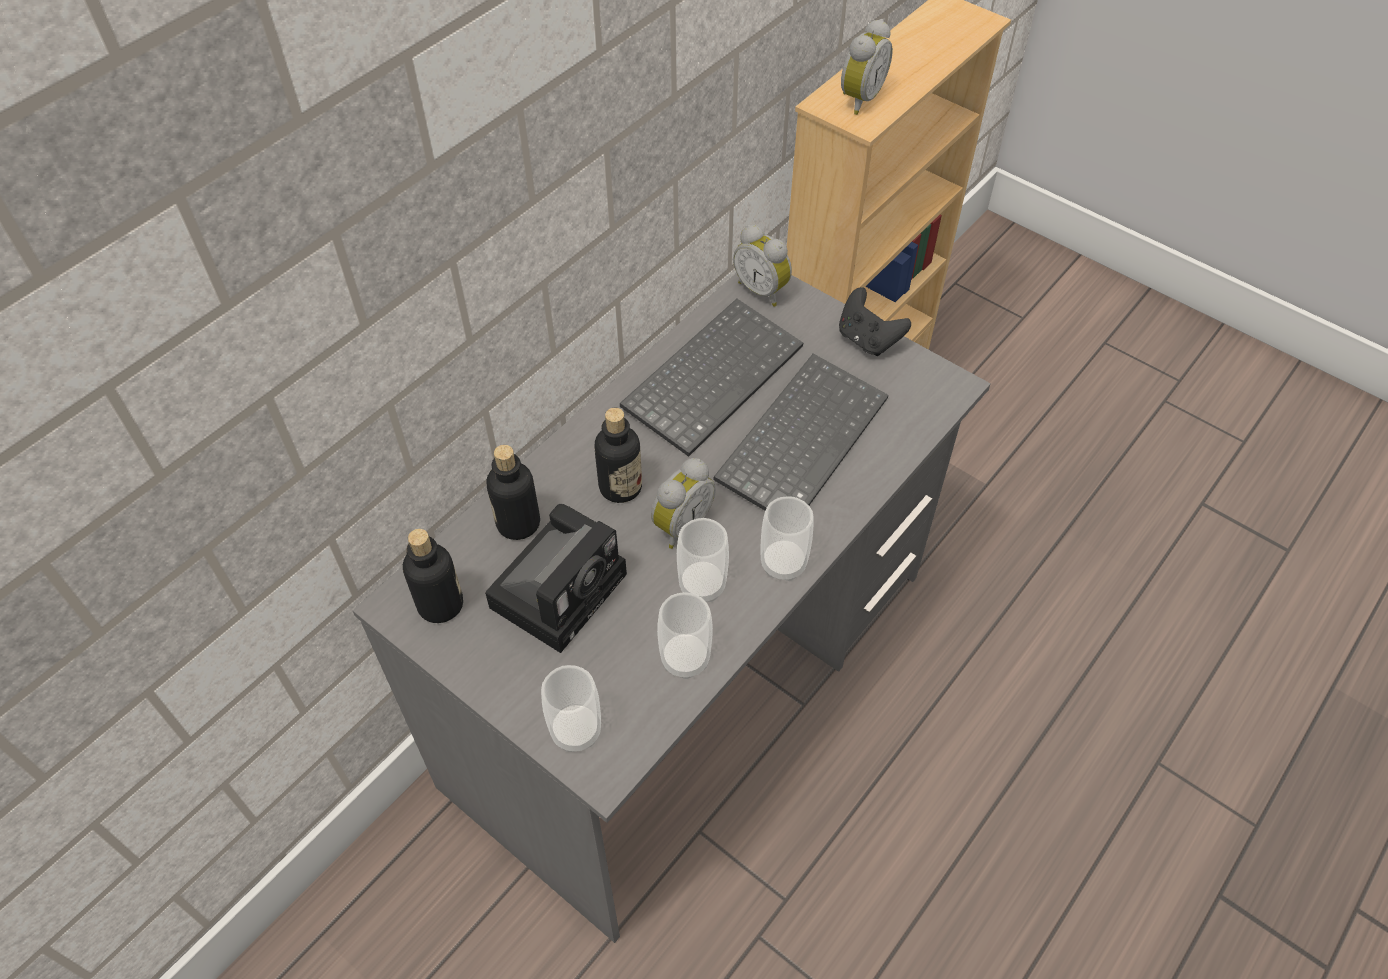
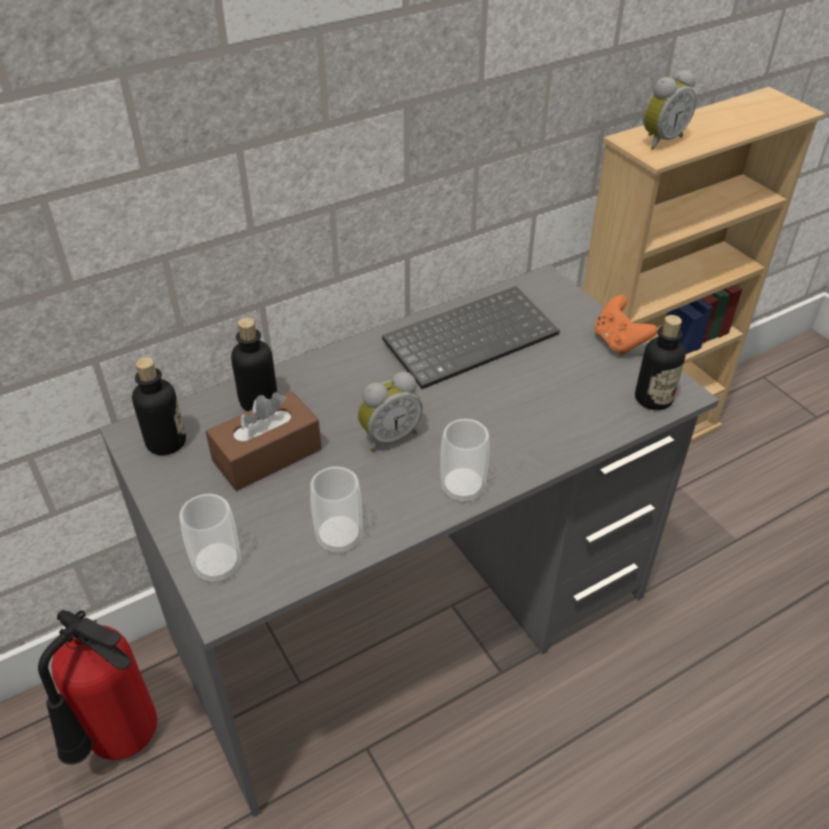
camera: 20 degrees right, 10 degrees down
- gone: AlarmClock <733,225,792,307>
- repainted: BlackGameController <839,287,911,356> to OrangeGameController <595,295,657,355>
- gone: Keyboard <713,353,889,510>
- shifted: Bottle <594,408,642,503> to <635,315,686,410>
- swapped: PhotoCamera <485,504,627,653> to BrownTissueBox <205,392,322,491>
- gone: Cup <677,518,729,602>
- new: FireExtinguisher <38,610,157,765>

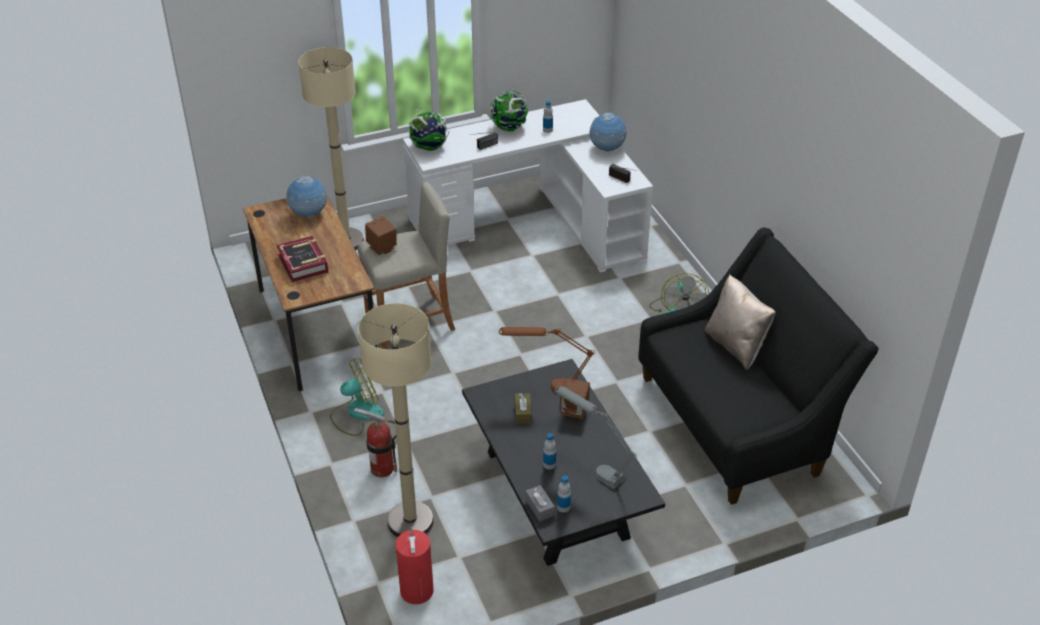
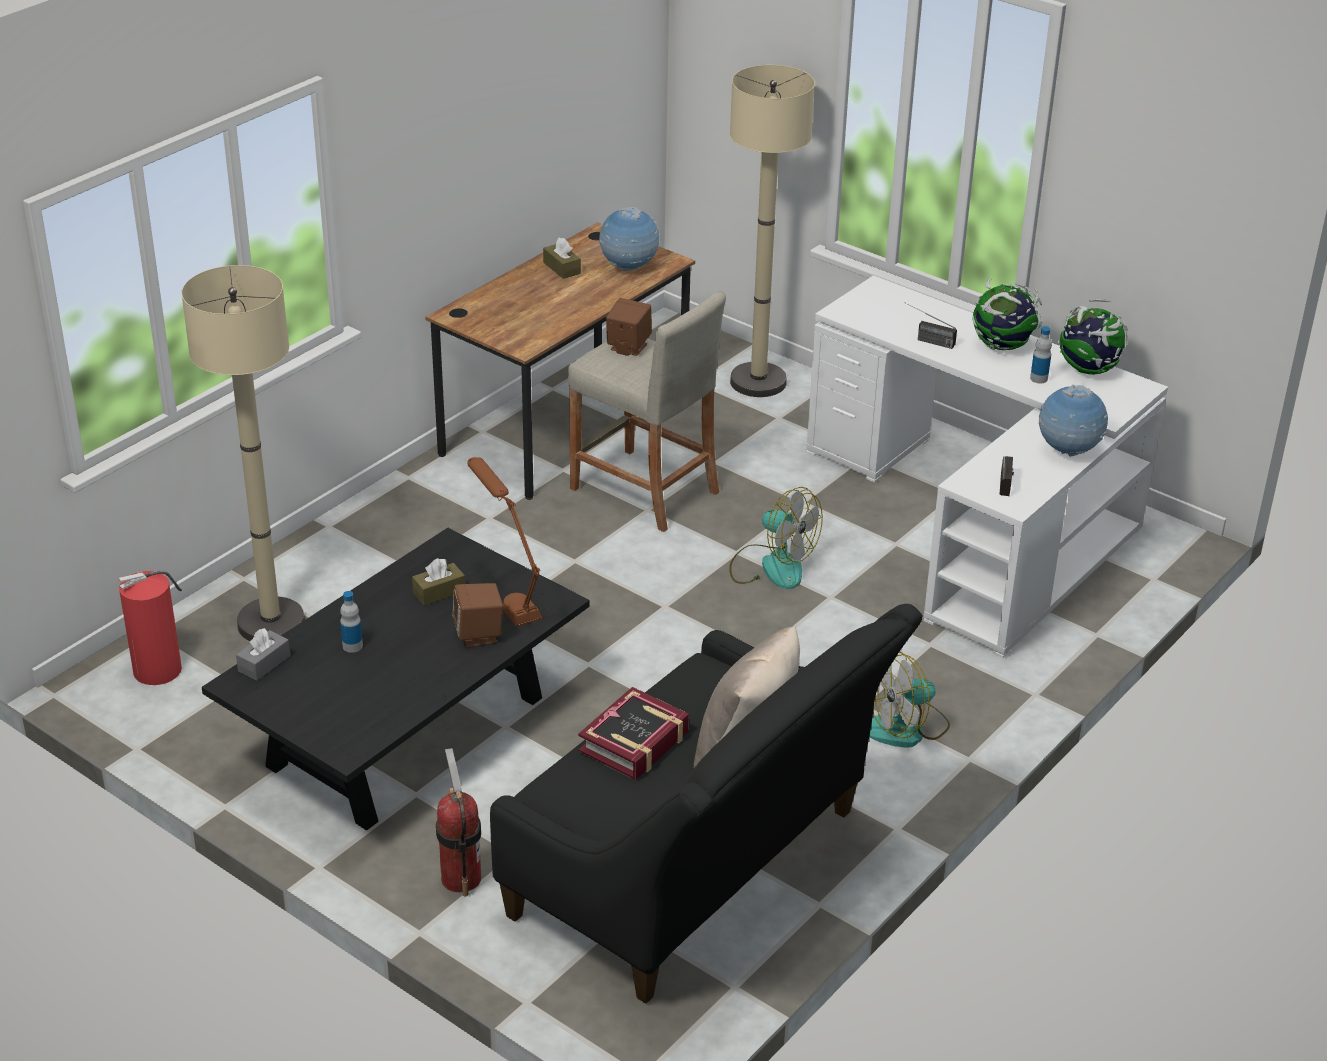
camera: 60 degrees right, 5 degrees down
- shifted: Globe <408,107,449,151> to <1058,299,1127,375>
- shifted: Book <276,236,328,282> to <578,687,689,780>
- shifted: Fan <330,358,384,436> to <729,487,823,589>
- gone: GreyTableLamp <555,386,637,490>
- shifted: FireExtinguisher <354,408,397,477> to <436,748,481,897>
- gone: Bottle <557,476,571,513>
- new: BrownTissueBox <543,238,581,279>

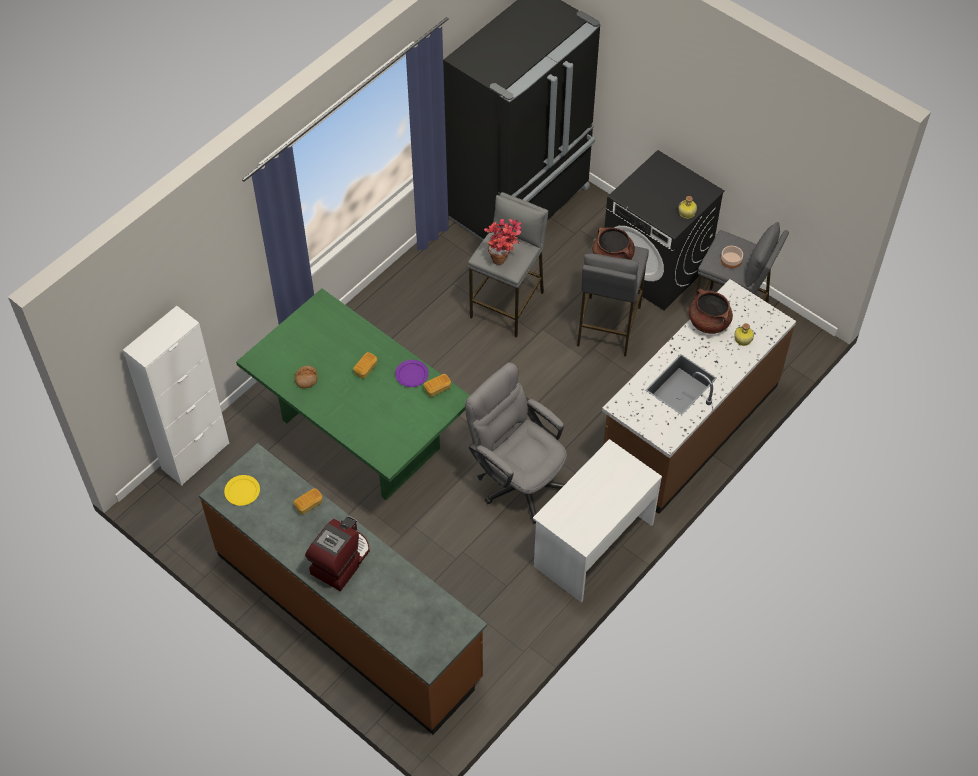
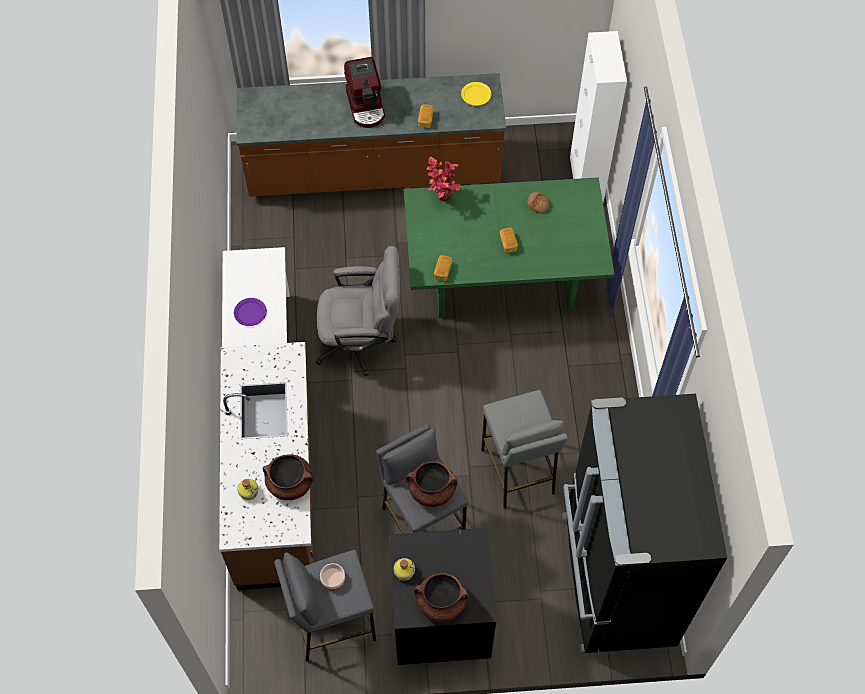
camera: 135 degrees right, 5 degrees up
- shifted: PottedPlant <484,219,521,265> to <426,157,460,201>
- shifted: PurplePlate <395,360,429,387> to <234,298,267,326>
- new: BrownCookingPot <414,573,469,622>

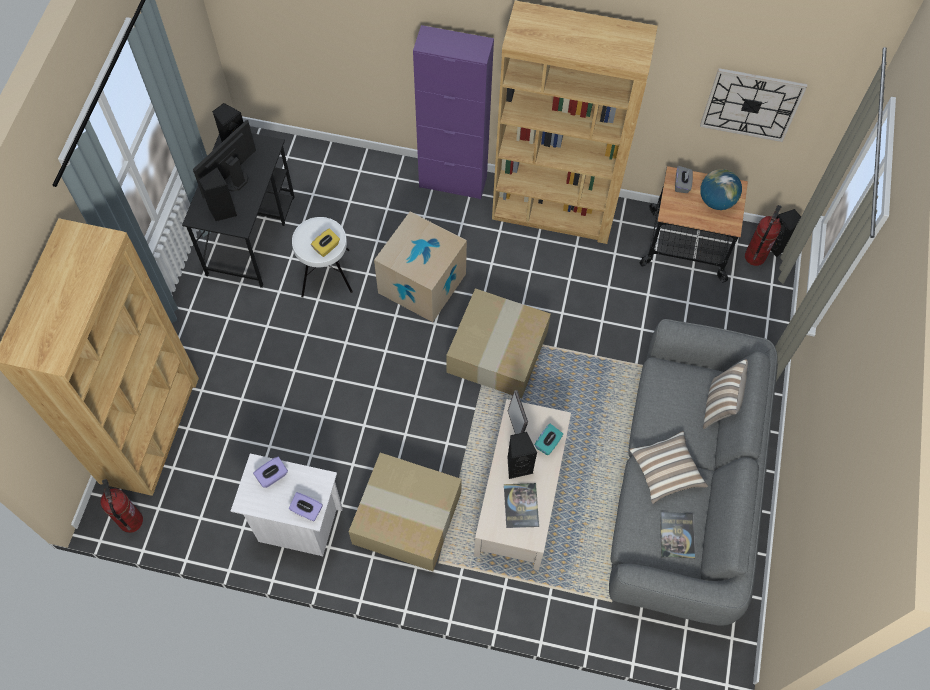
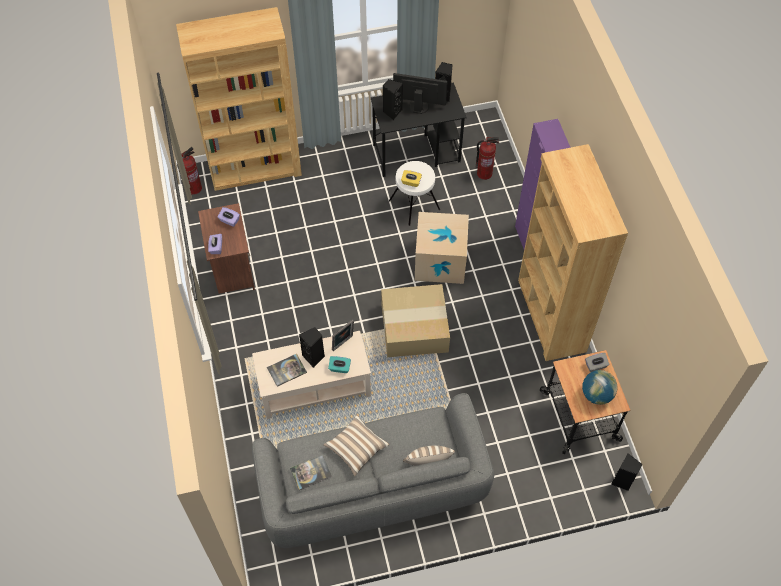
camera: 65 degrees right, 5 degrees down
- gone: WallClock <700,68,807,142>
- shifted: FireExtinguisher <745,205,781,266> to <476,137,499,180>
- repainted: WhiteNightstand <231,453,343,556> to BrownNightstand <198,203,255,294>
- gone: CardboardBox <348,453,462,571>

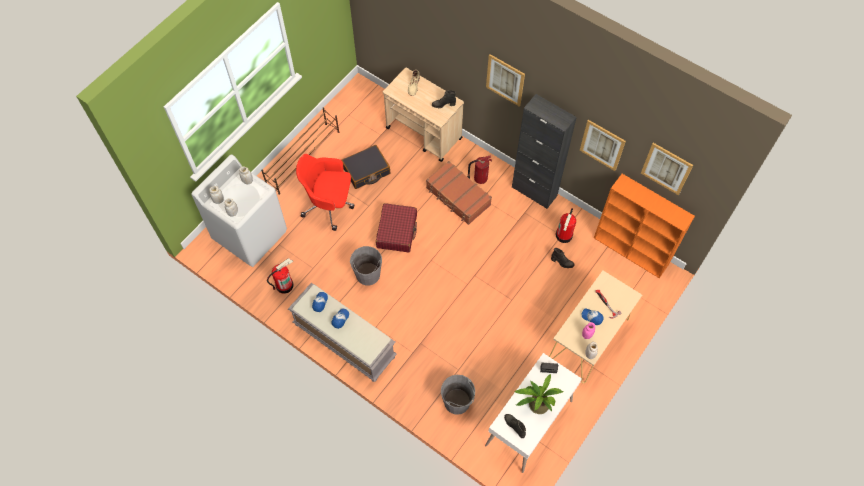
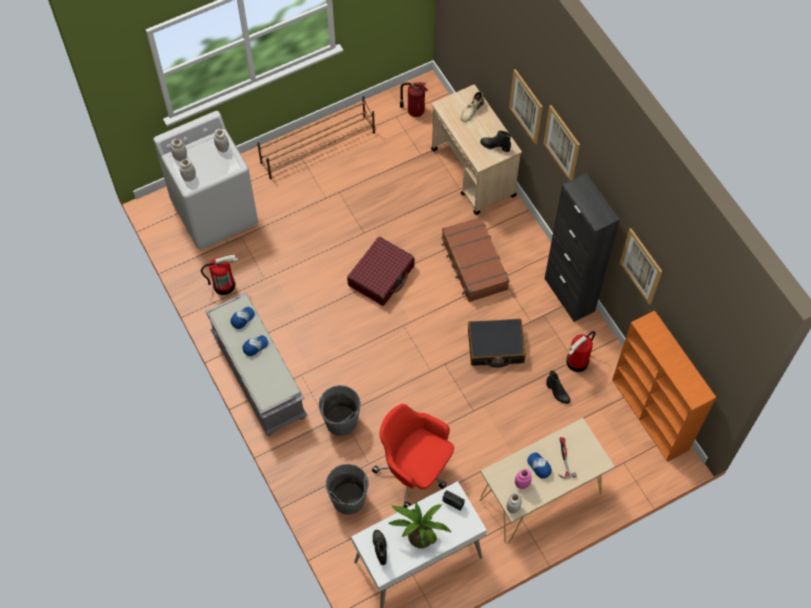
camera: 25 degrees right, 0 degrees up
- shifted: Picture <641,143,693,195> to <509,69,543,145>
- shifted: BlackSuitcase <341,145,390,189> to <468,319,526,368>
- shifted: RedOfficeChair <296,154,354,231> to <372,404,454,508>
- shifted: FireExtinguisher <467,155,492,184> to <400,82,428,117>
- shifted: GreyBucket <350,246,382,285> to <319,385,361,436>

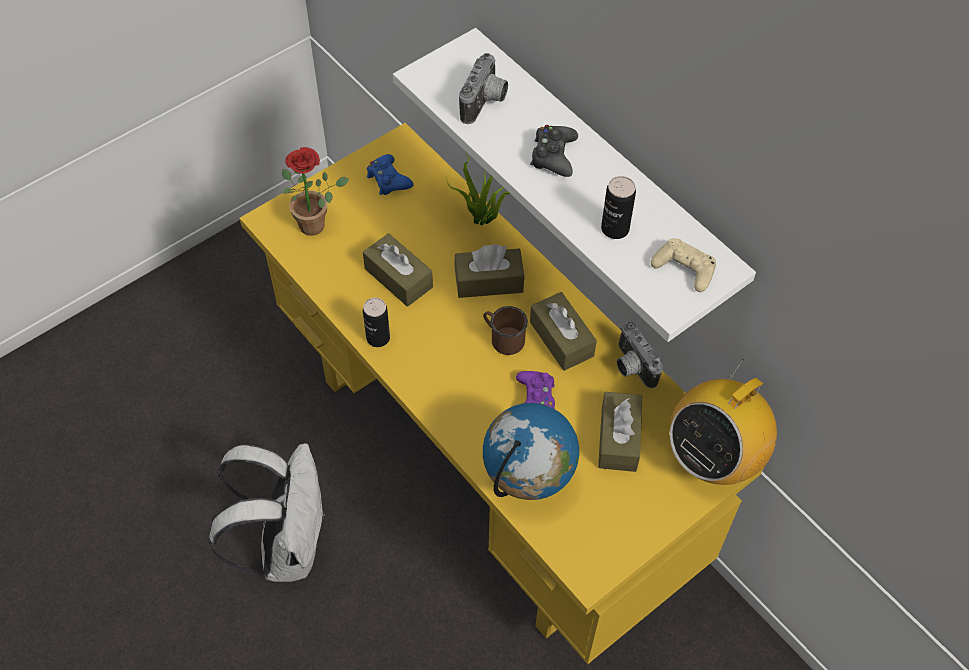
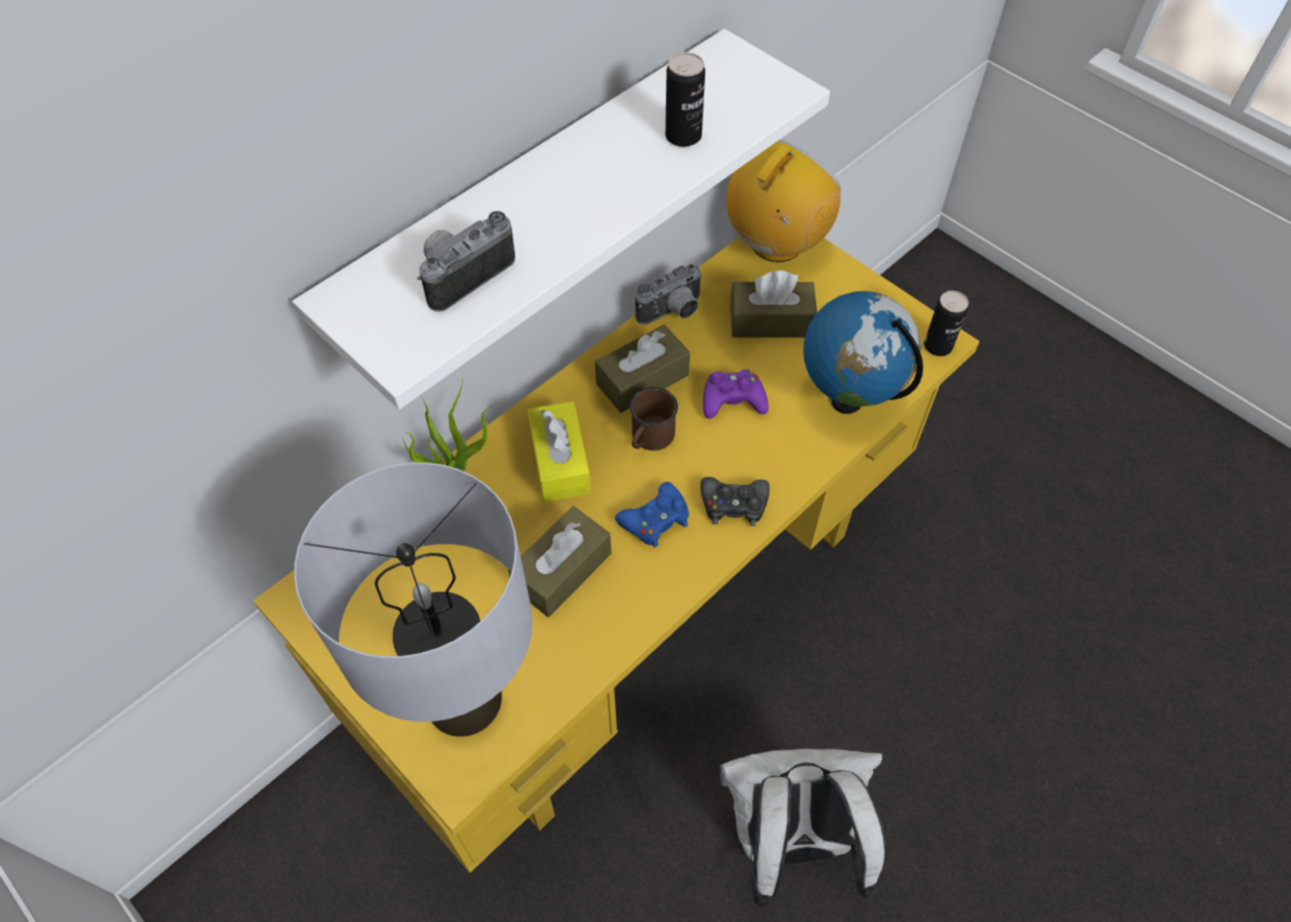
camera: 95 degrees left, 0 degrees up
- rotated: PhotoCamera <459,53,508,124> = <417,211,515,312> 60 degrees counterclockwise
- shifted: BlackGameController <530,125,578,177> to <700,477,769,526>
- swapped: PottedPlant <282,147,349,236> to GreyTableLamp <294,462,533,737>
- shifted: BlueGameController <367,154,414,195> to <615,482,689,547>
- gone: BeigeGameController <651,238,716,292>
- repainted: BrownTissueBox <454,244,524,298> to YellowTissueBox <528,401,591,502>
- shifted: Can <363,298,390,347> to <924,291,969,356>
- rotated: Radio <670,359,777,485> = <726,140,841,262> 90 degrees counterclockwise

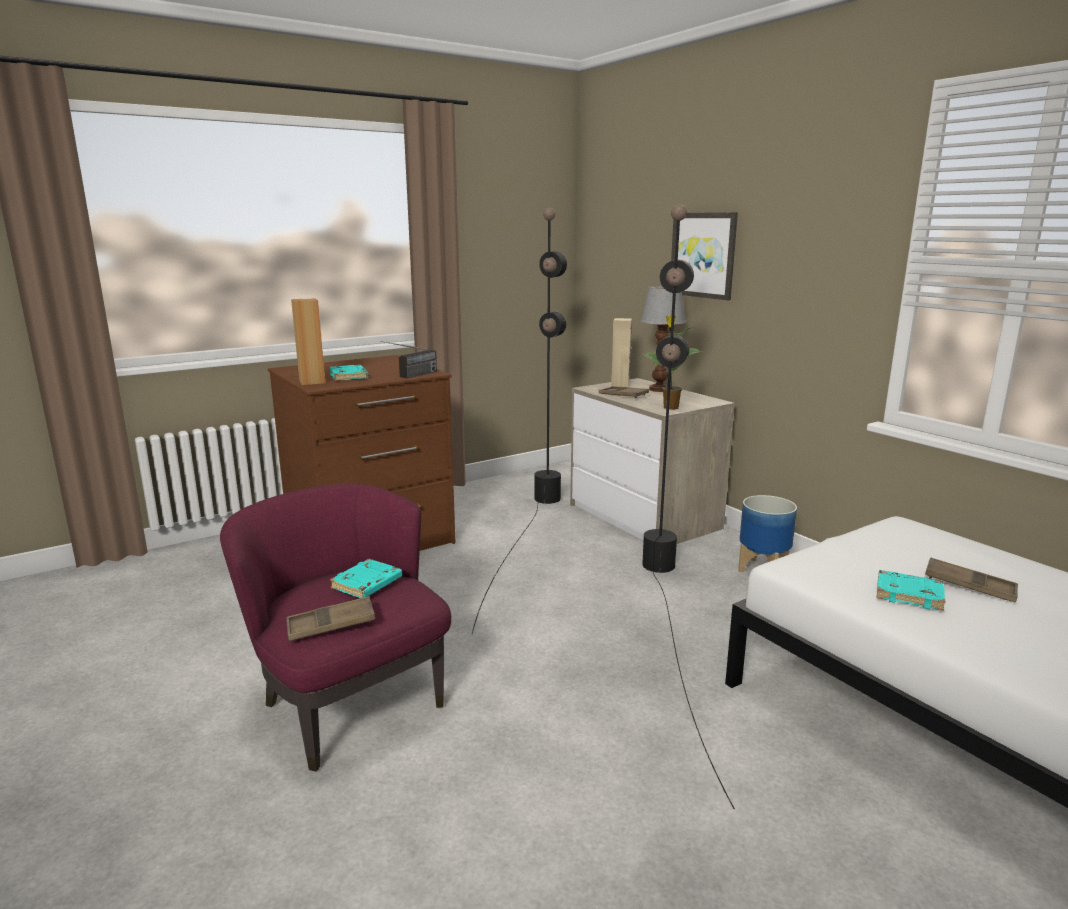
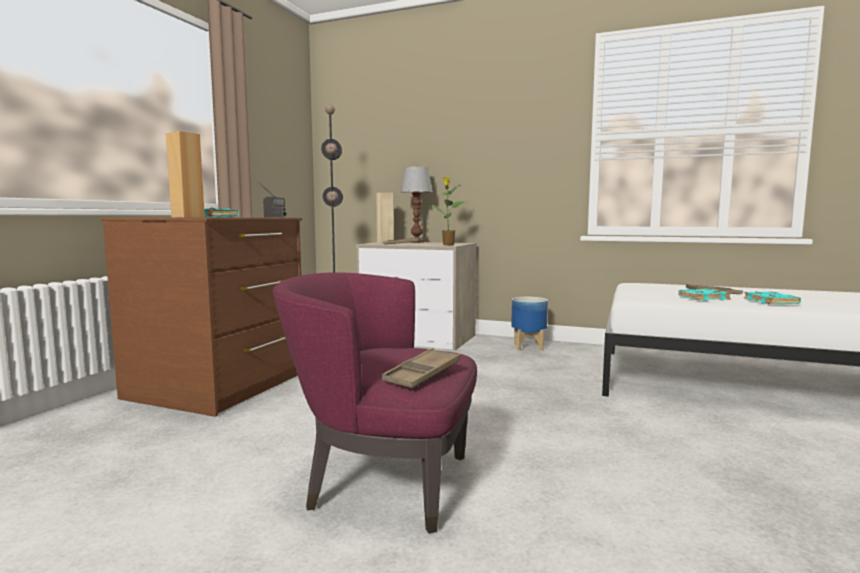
camera: 35 degrees left, 10 degrees down
- gone: BlackFloorLamp <642,204,735,809>
- gone: Picture <671,212,738,300>
- shifted: TurquoiseBook <330,559,402,598> to <744,291,801,304>

